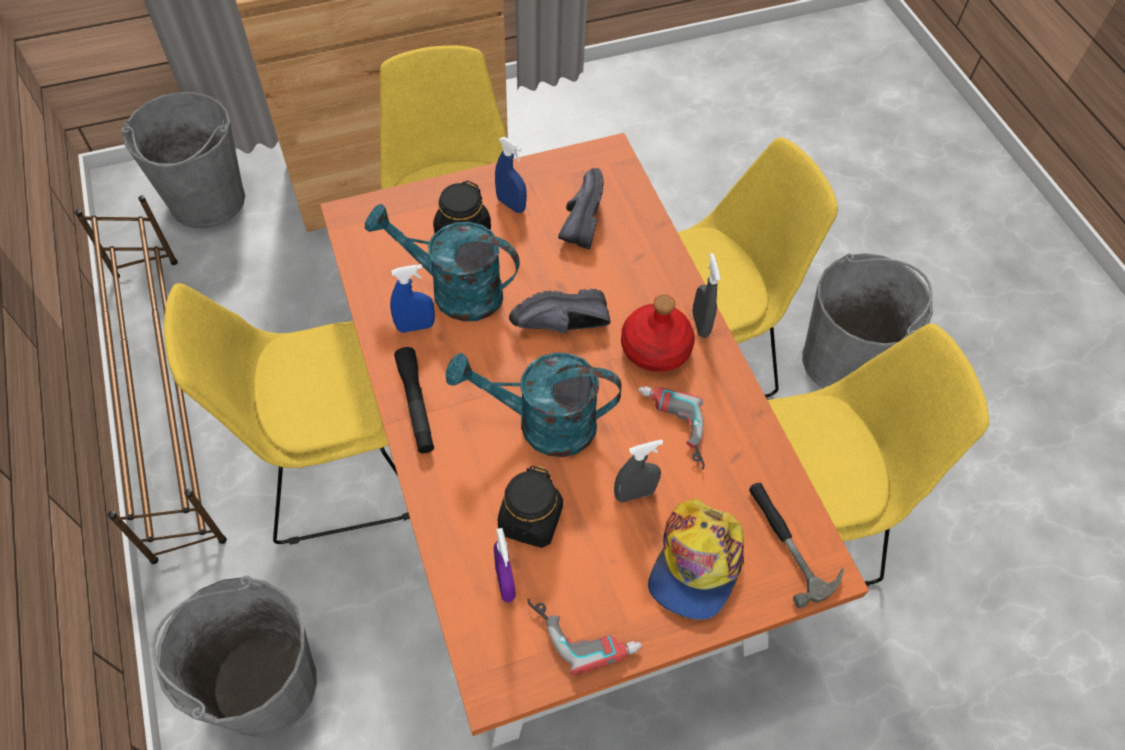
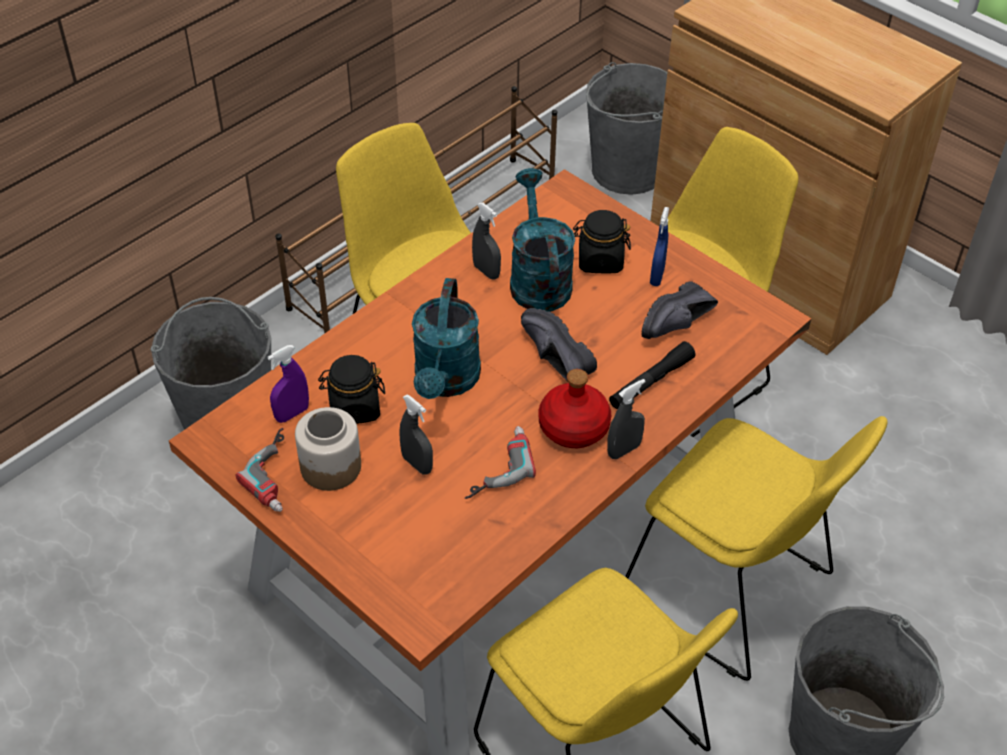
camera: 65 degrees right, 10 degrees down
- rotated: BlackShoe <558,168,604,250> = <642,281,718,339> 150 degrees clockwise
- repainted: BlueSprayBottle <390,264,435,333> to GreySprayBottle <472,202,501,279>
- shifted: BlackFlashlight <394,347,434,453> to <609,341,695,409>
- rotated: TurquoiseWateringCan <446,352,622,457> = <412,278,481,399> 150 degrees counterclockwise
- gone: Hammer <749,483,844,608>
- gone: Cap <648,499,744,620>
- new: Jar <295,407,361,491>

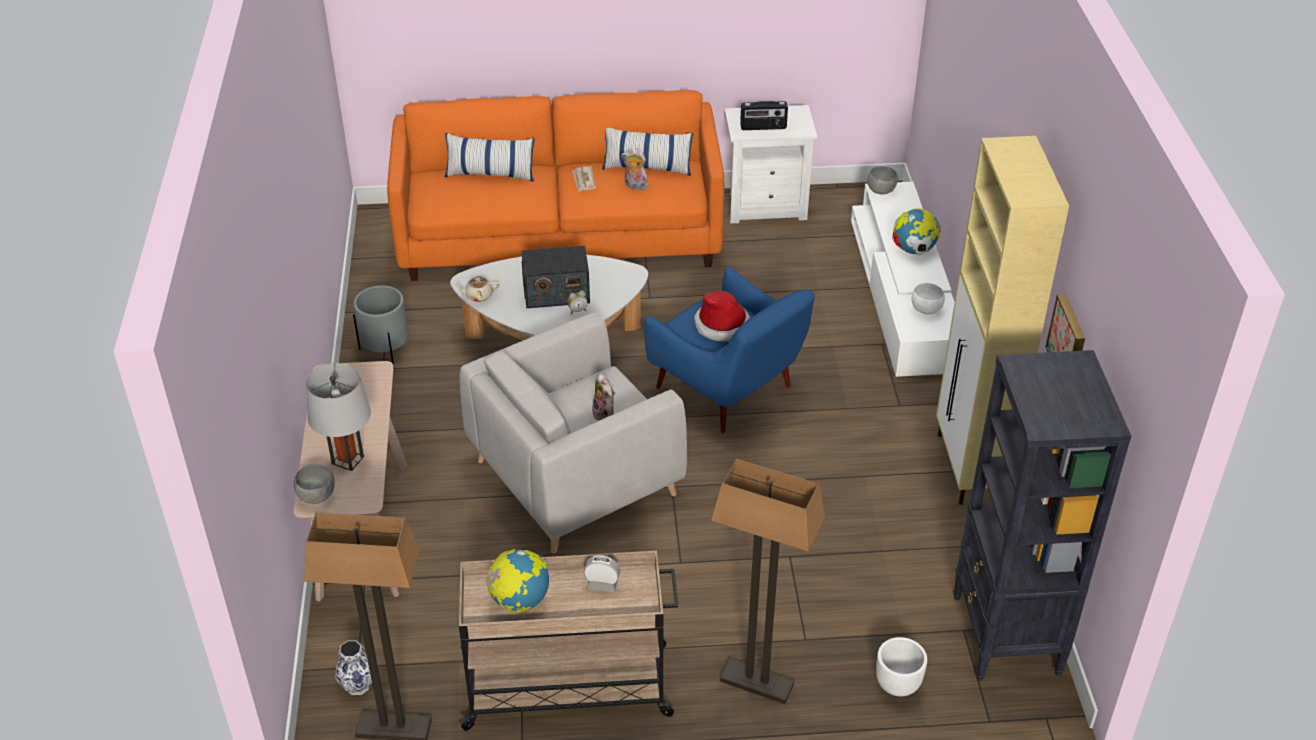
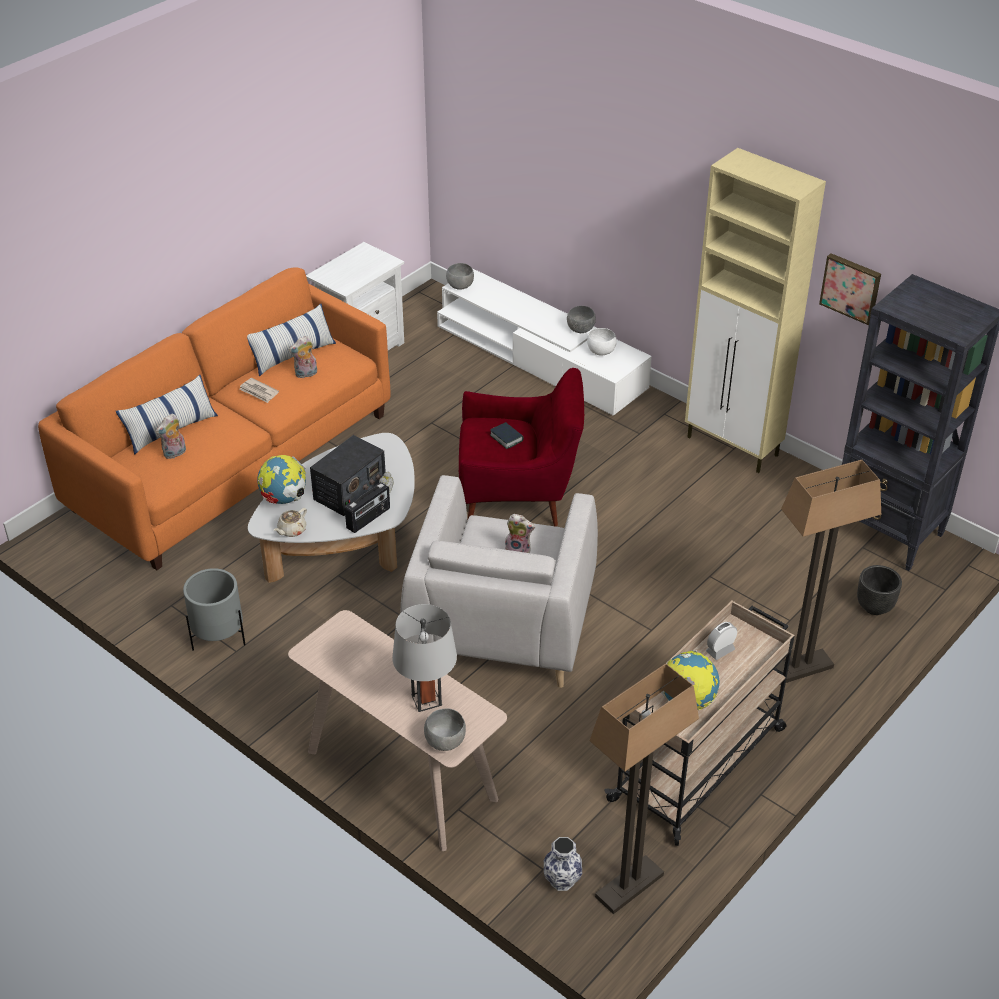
camera: 45 degrees left, 0 degrees up
- shifted: Radio <740,101,788,130> to <345,482,390,533>
- shifted: Globe <892,208,941,255> to <257,455,306,504>
- repainted: BlueArmchair <644,267,815,433> to RedArmchair <459,368,584,527>
- swapped: Hat <694,290,750,341> to Book <490,422,524,449>
- repainted: WhitePlanter <876,637,927,696> to BlackPlanter <857,565,902,615>
- new: GreyBowl <567,306,596,333>
- new: PlushToy <156,413,186,459>

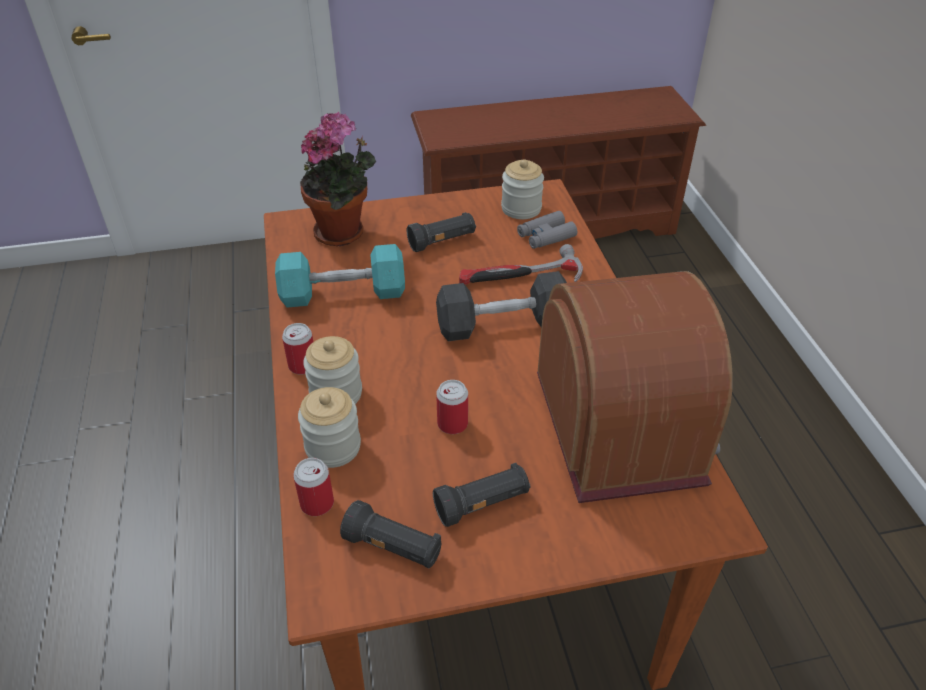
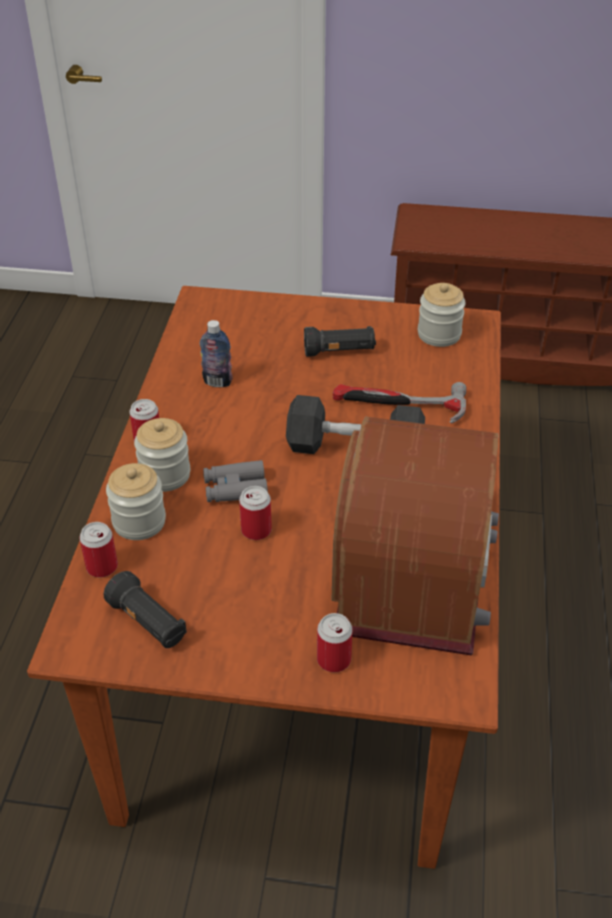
camera: 20 degrees right, 0 degrees up
- gone: PottedPlant <300,112,376,246>
- shifted: GreyBinoculars <517,211,577,249> to <203,460,268,502>
- swapped: TurquoiseDumbbell <275,244,405,308> to Bottle <200,320,233,387>
- gone: BlackFlashlight <433,463,531,527>
- new: Can <317,613,353,672>

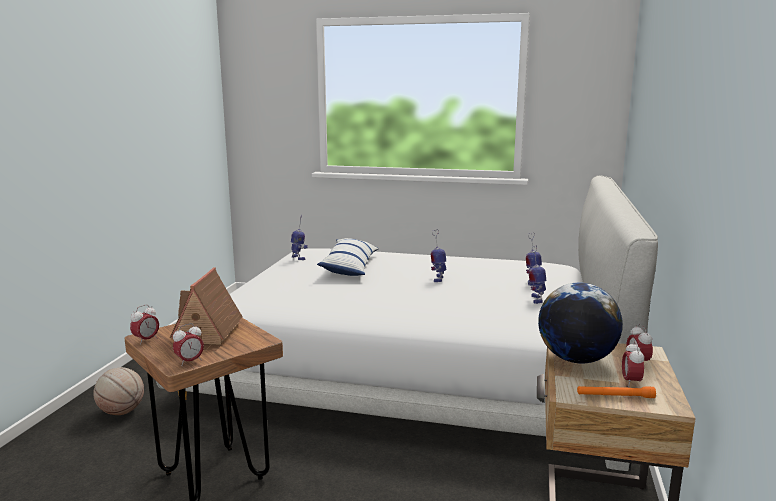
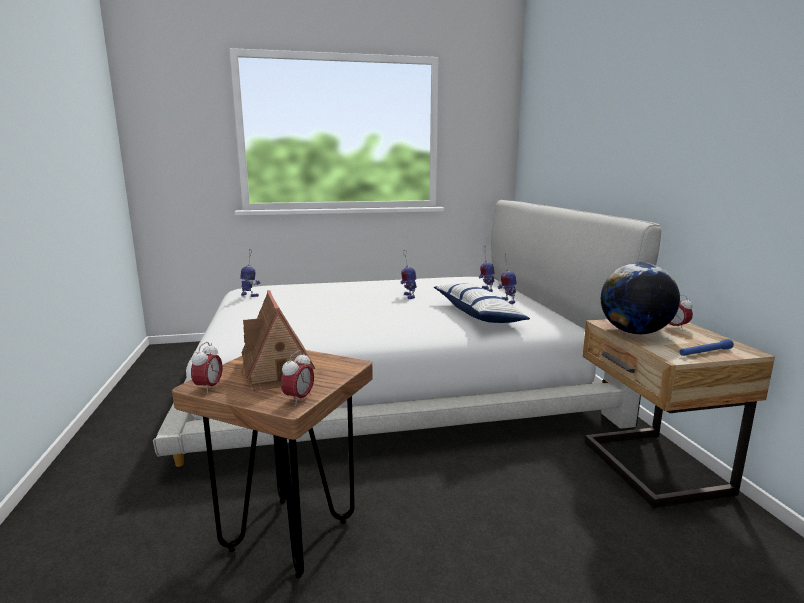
camera: 25 degrees left, 0 degrees up
- shifted: Pillow <317,238,379,276> to <434,283,530,323>
- gone: AlarmClock <622,341,644,387>
- gone: Basketball <93,367,144,415>
- repainted: OrangeFlashlight <577,386,656,398> to BlueFlashlight <680,339,734,356>

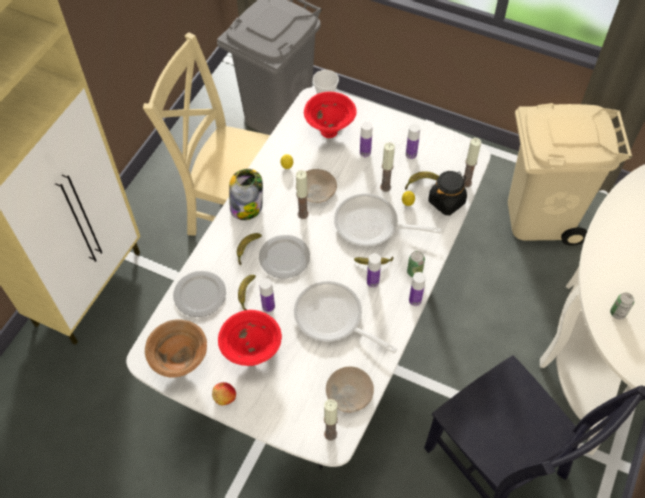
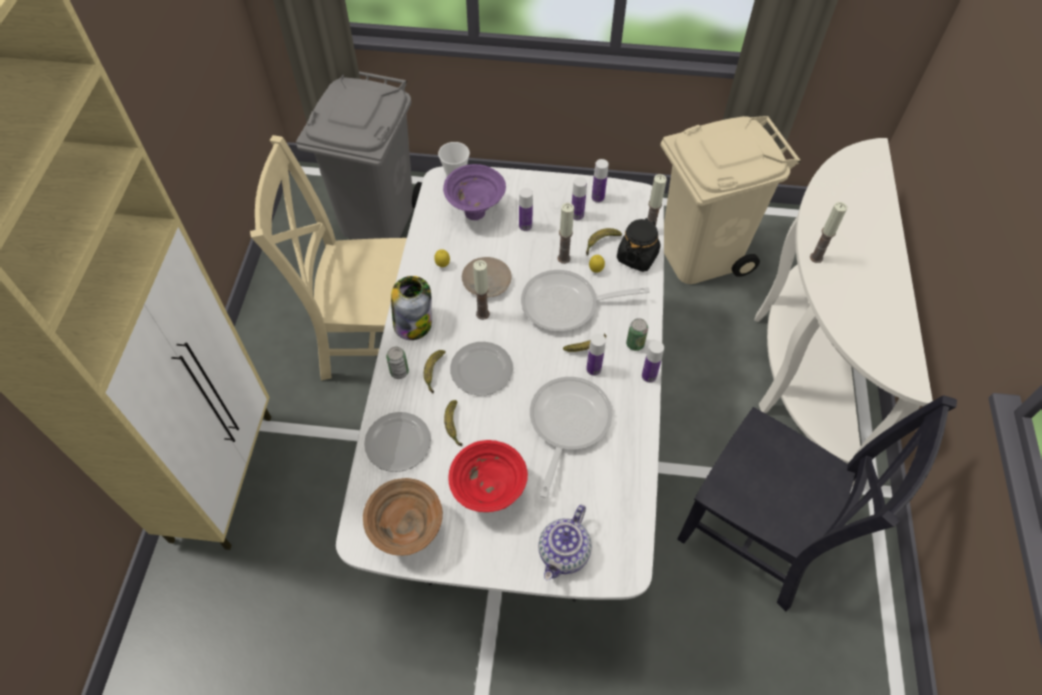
camera: 20 degrees left, 0 degrees up
- repainted: RedBowl <304,91,357,138> to PurpleBowl <443,164,506,220>
- shifted: Bottle <259,278,275,312> to <592,159,609,203>
- rotated: FryingPan <294,281,397,353> = <530,377,612,498> 90 degrees clockwise
- shifted: Can <610,293,634,320> to <386,347,409,379>
- gone: BeigePlate <326,366,374,413>
- gone: Apple <212,382,236,405>
- shifted: Candle <324,399,338,441> to <810,202,847,263>
- new: Teapot <538,505,592,580>

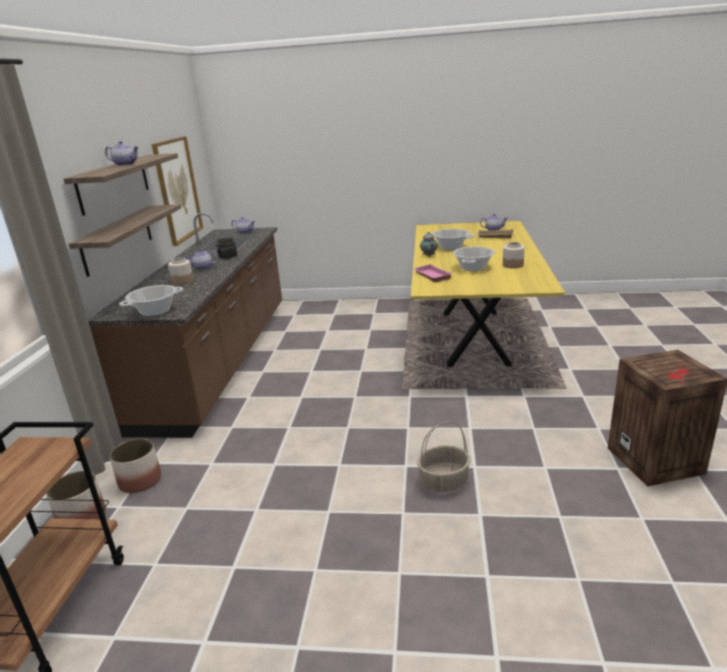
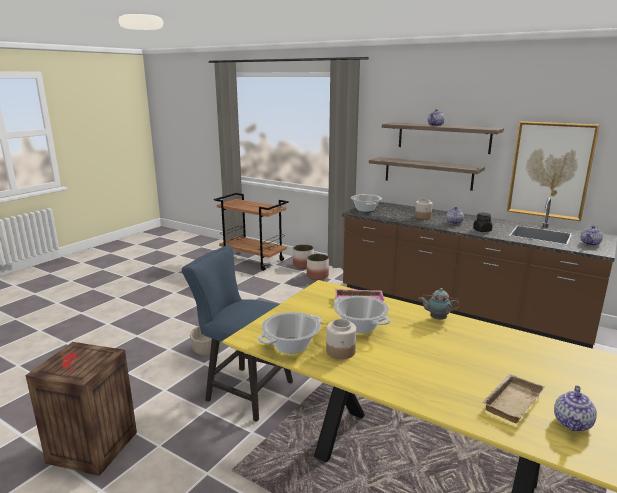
camera: 115 degrees right, 5 degrees down
- shifted: CookingPot <430,229,475,250> to <258,312,322,354>
- new: BlueChair <182,245,293,422>

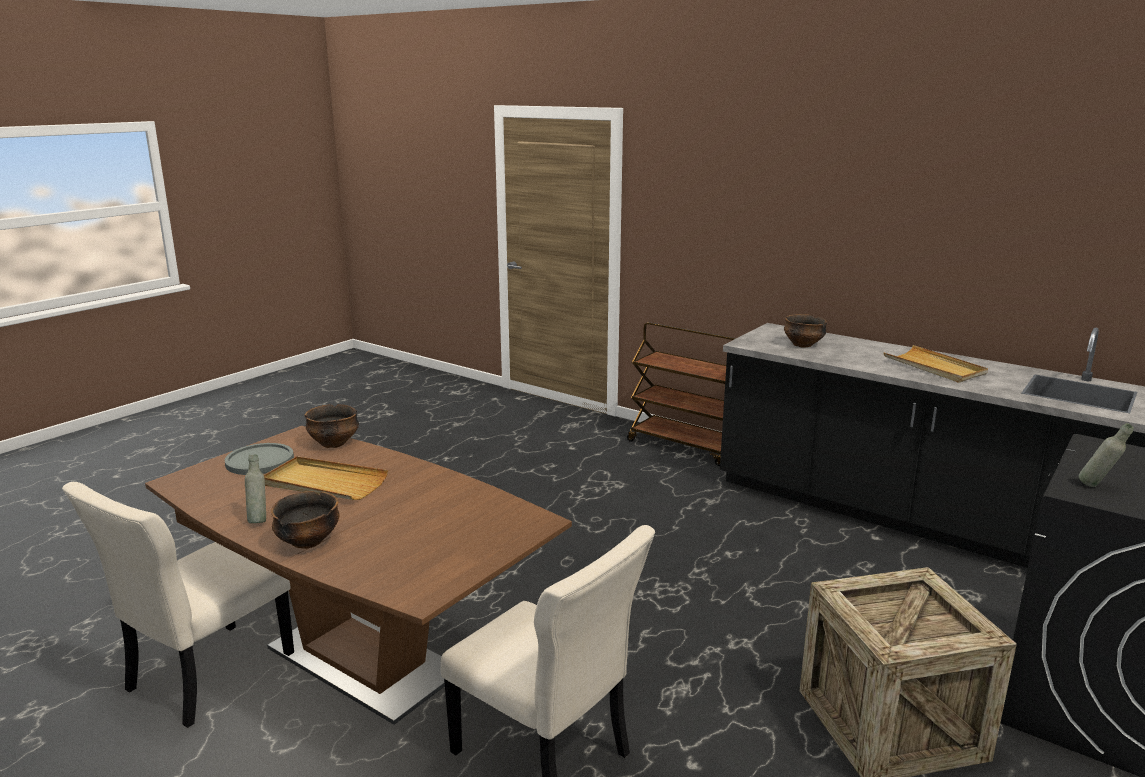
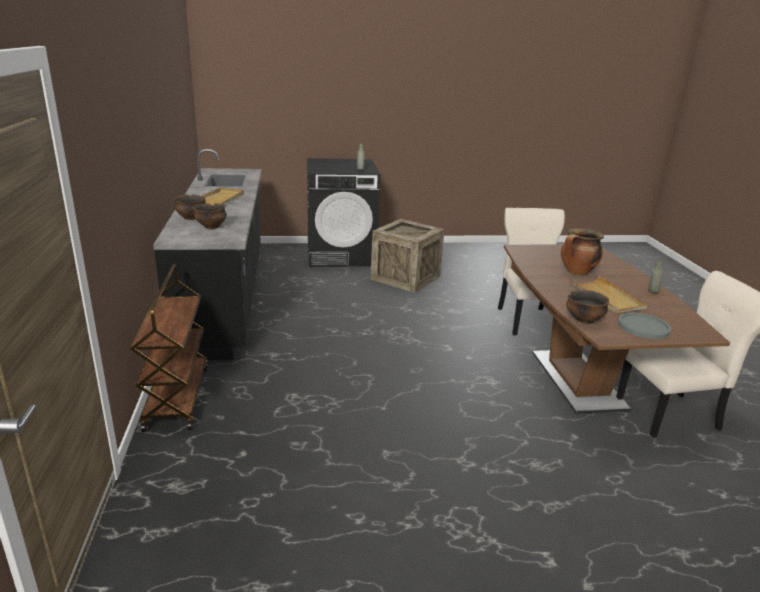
camera: 135 degrees left, 5 degrees up
- shifted: Bowl <271,491,340,549> to <173,195,206,220>
- new: CookingPot <561,228,604,276>

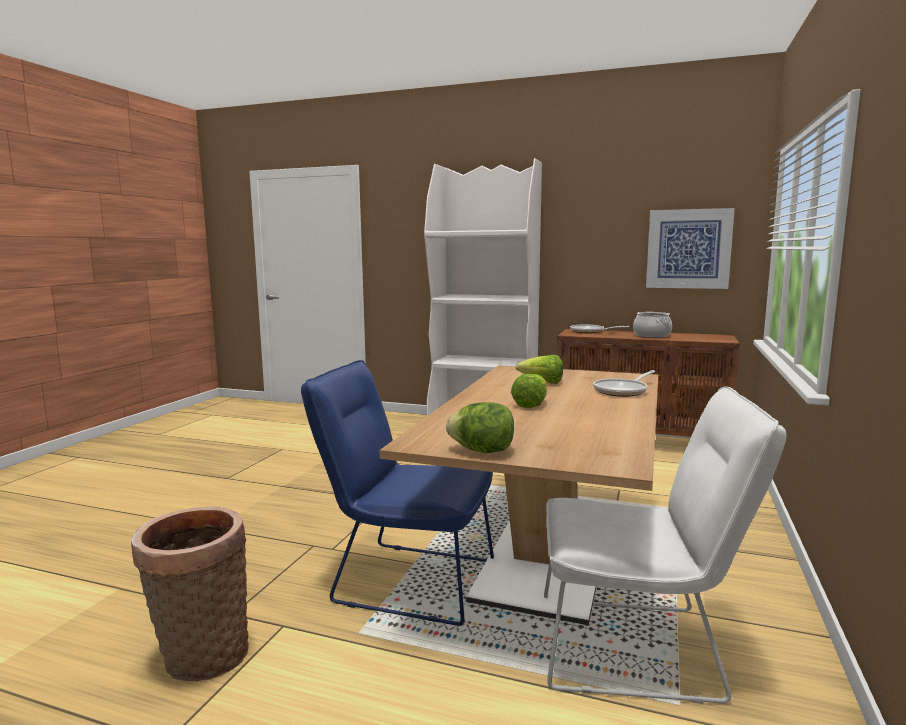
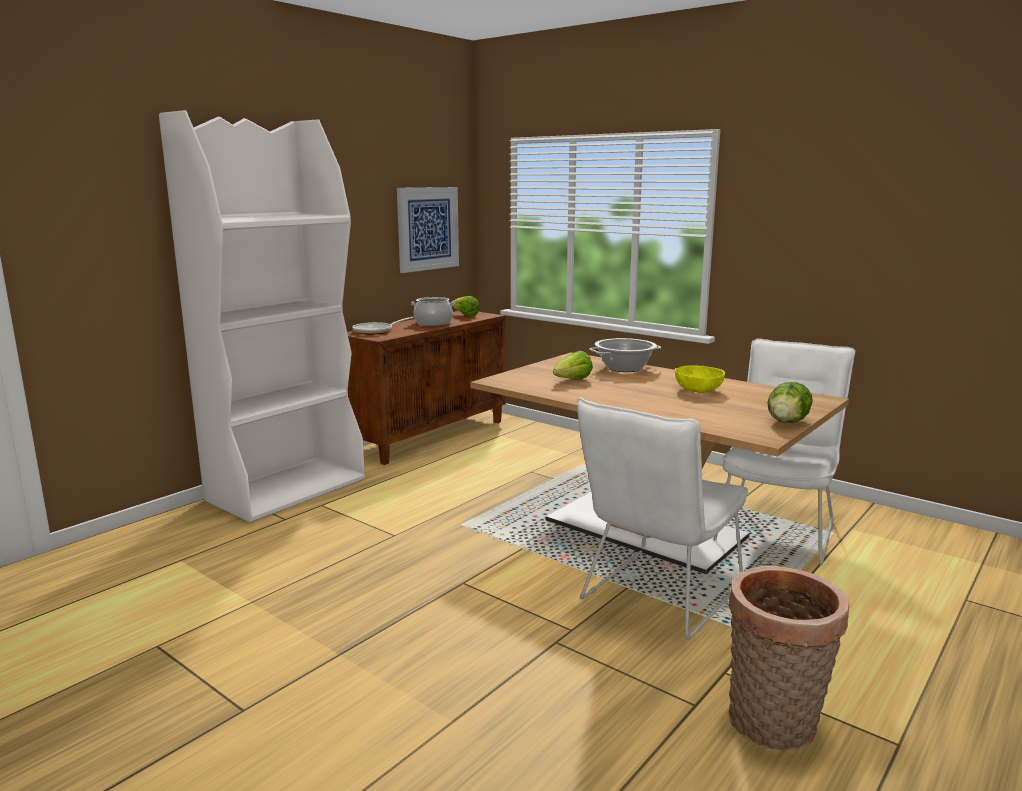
camera: 70 degrees left, 5 degrees up
- repainted: BlueChair <301,360,494,626> to WhiteChair <577,398,748,639>
- swapped: FryingPan <593,370,656,397> to CookingPot <589,338,661,372>
- shifted: Lettuce <511,374,547,408> to <452,296,479,317>
- new: YellowBowl <675,365,725,393>

